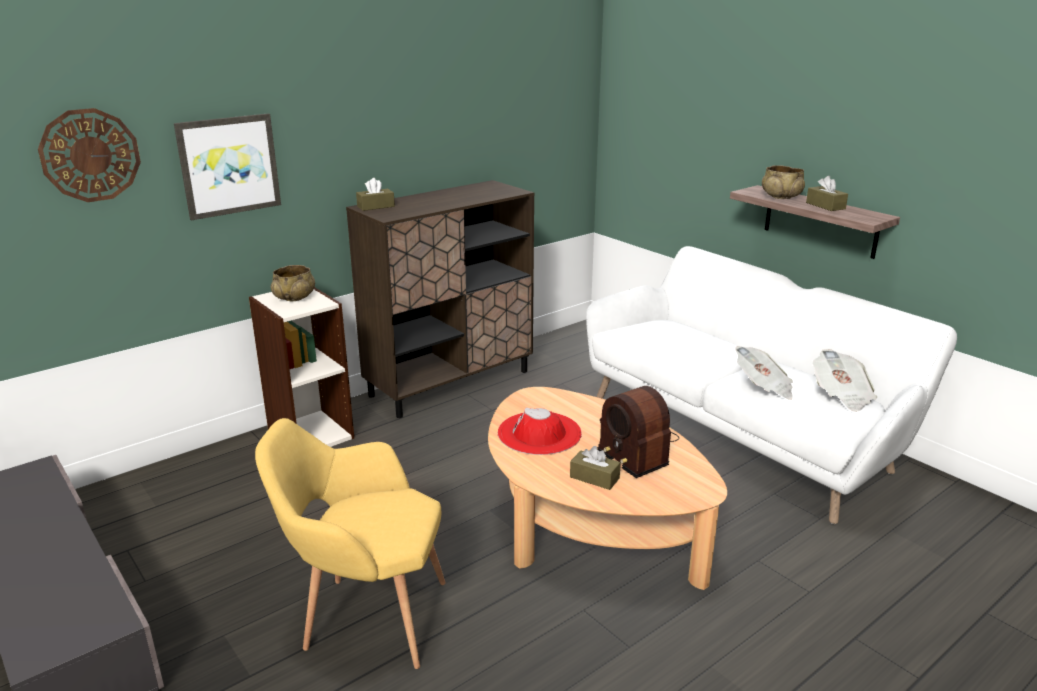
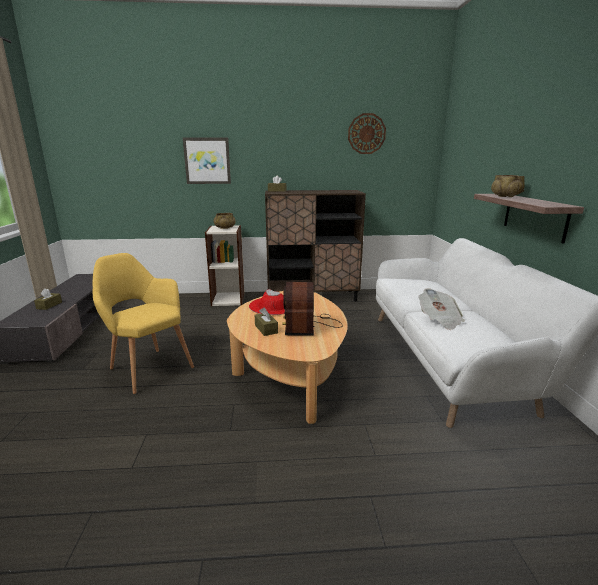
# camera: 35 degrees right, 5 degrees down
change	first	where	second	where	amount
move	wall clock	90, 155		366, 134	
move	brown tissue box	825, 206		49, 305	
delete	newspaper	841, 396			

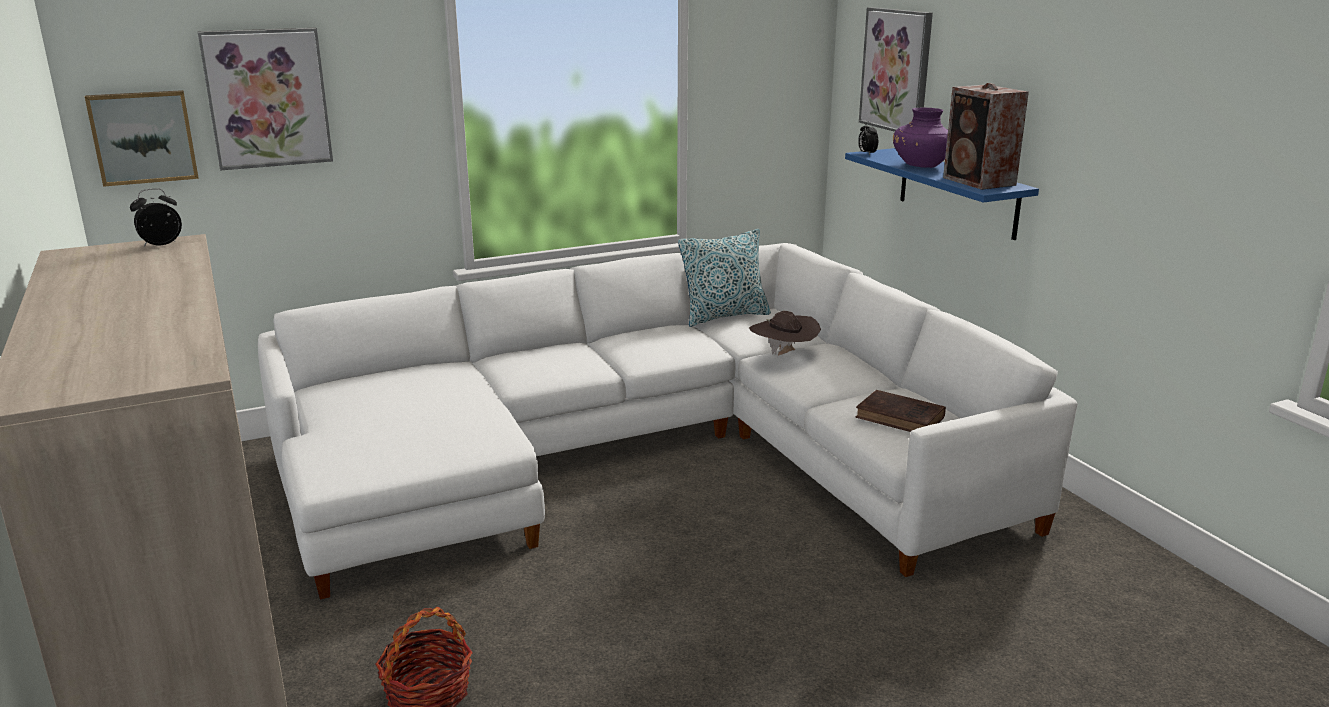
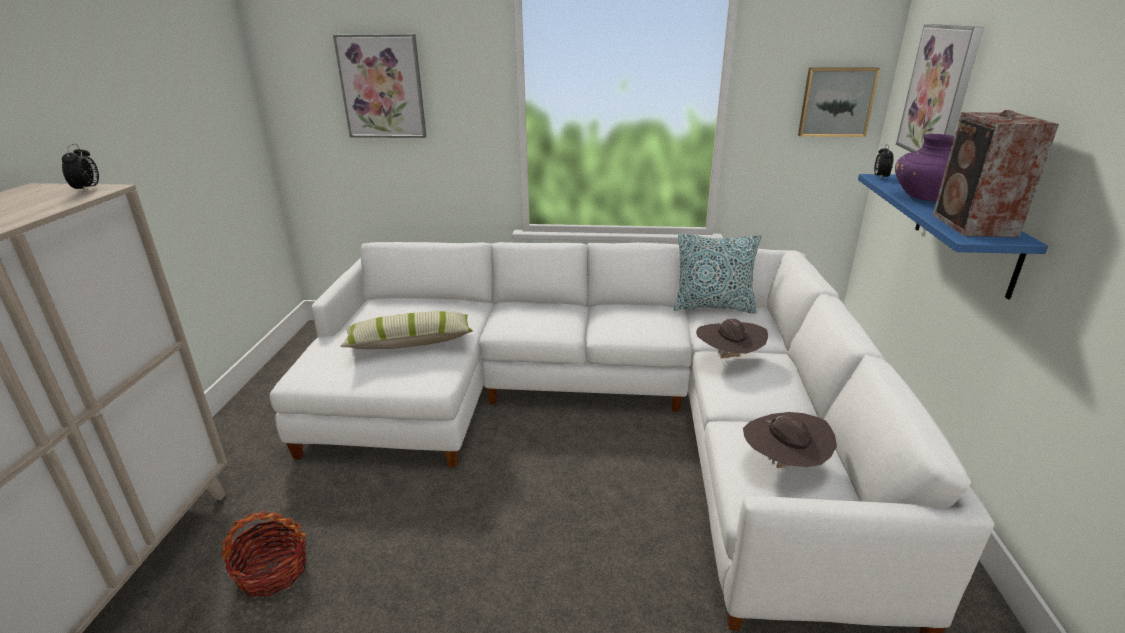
# camera: 30 degrees right, 5 degrees up
change	first	where	second	where	amount
move	picture	143, 137		836, 102	
rotate	alarm clock	161, 244		87, 189	90 degrees clockwise
replace	brown book	902, 418	brown hat	783, 465	
insert			pillow	410, 342	

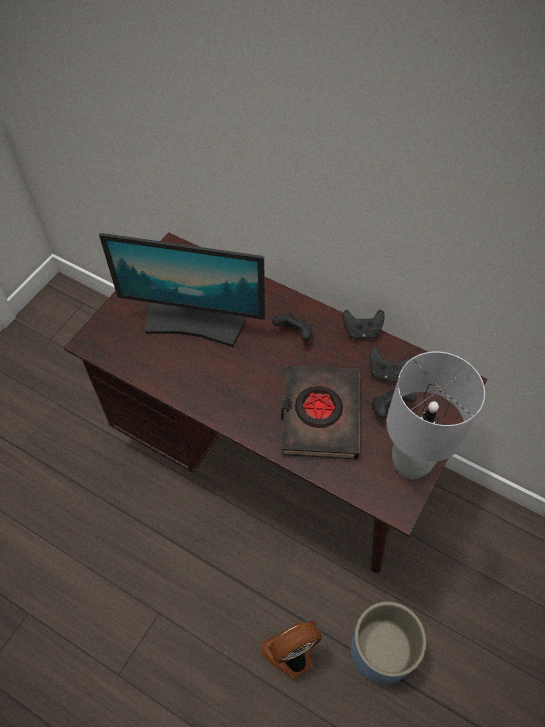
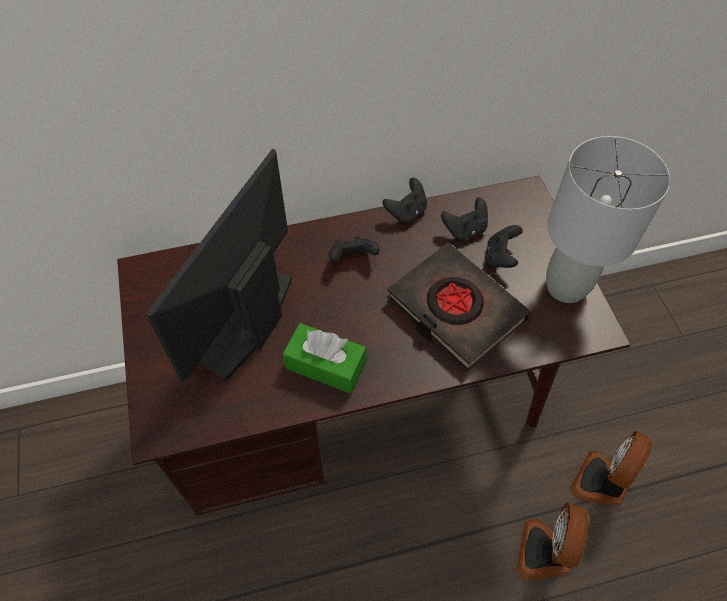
# camera: 45 degrees left, 0 degrees up
change	first	where	second	where	amount
rotate	monitor	194, 322		247, 322	150 degrees clockwise
replace	blue planter	380, 652	fan	601, 483	
insert			green tissue box	326, 365	

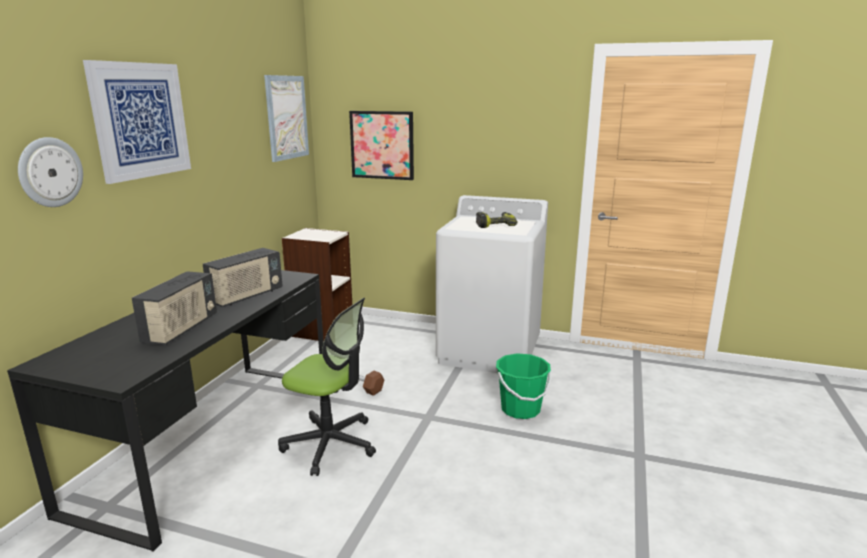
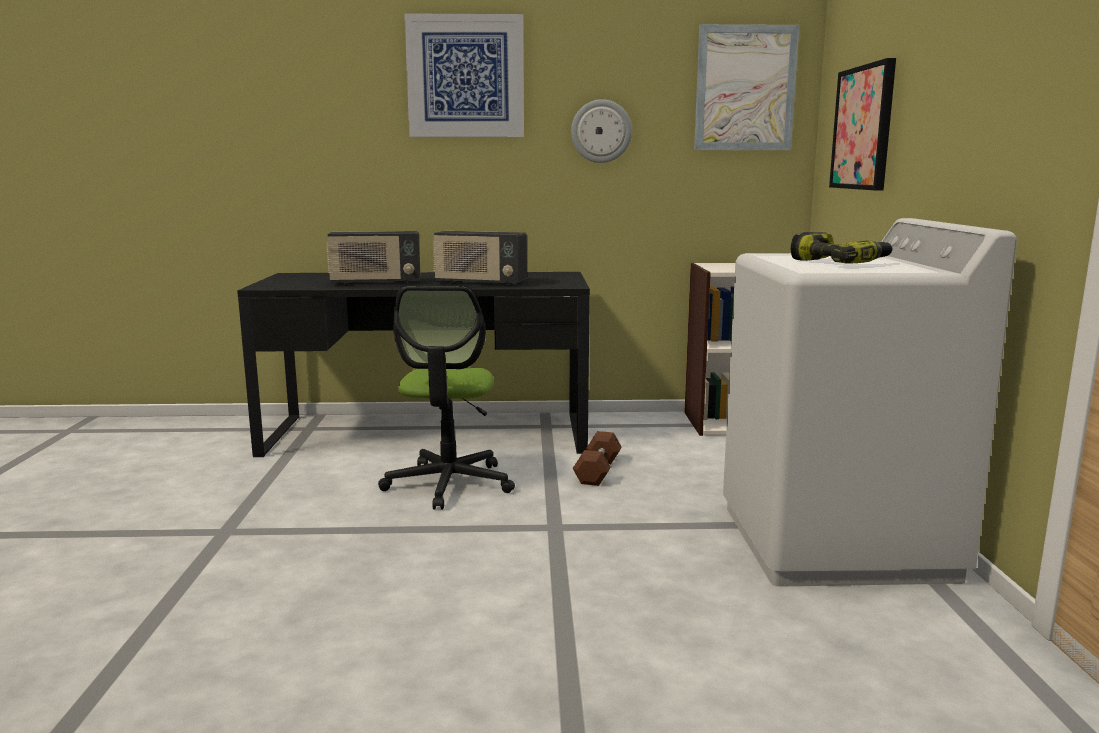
# camera: 70 degrees right, 5 degrees down
change	first	where	second	where	amount
move	wall clock	50, 172		601, 131	
delete	green bucket	520, 409			

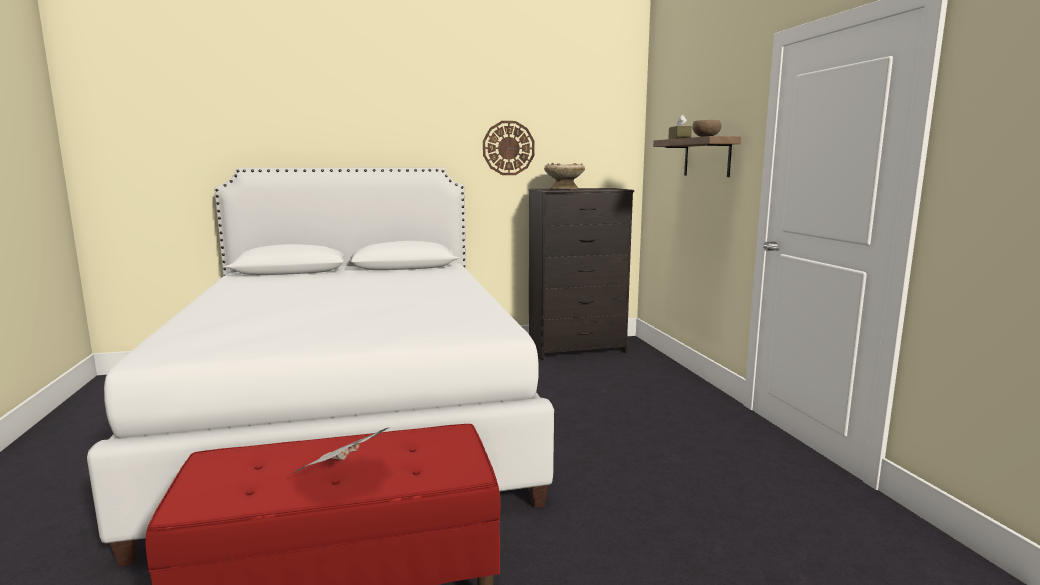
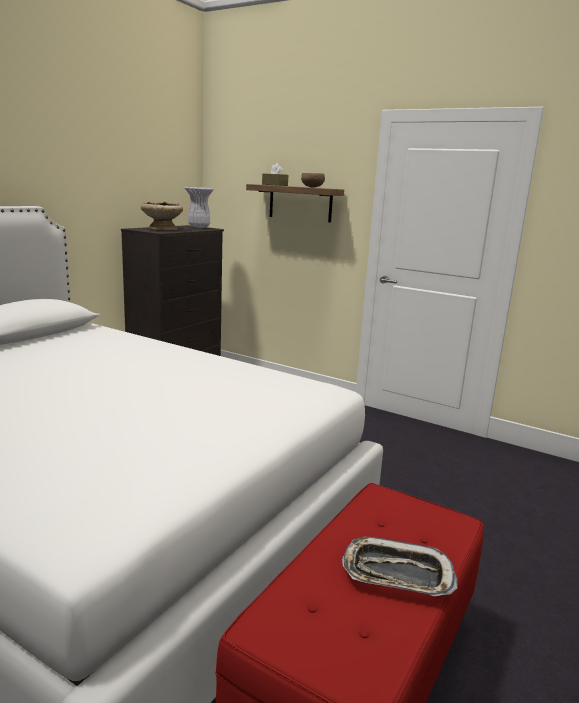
# camera: 45 degrees left, 5 degrees up
change	first	where	second	where	amount
delete	wall clock	508, 148			
replace	newspaper	340, 475	tray	396, 574	
insert			white vase	198, 227	

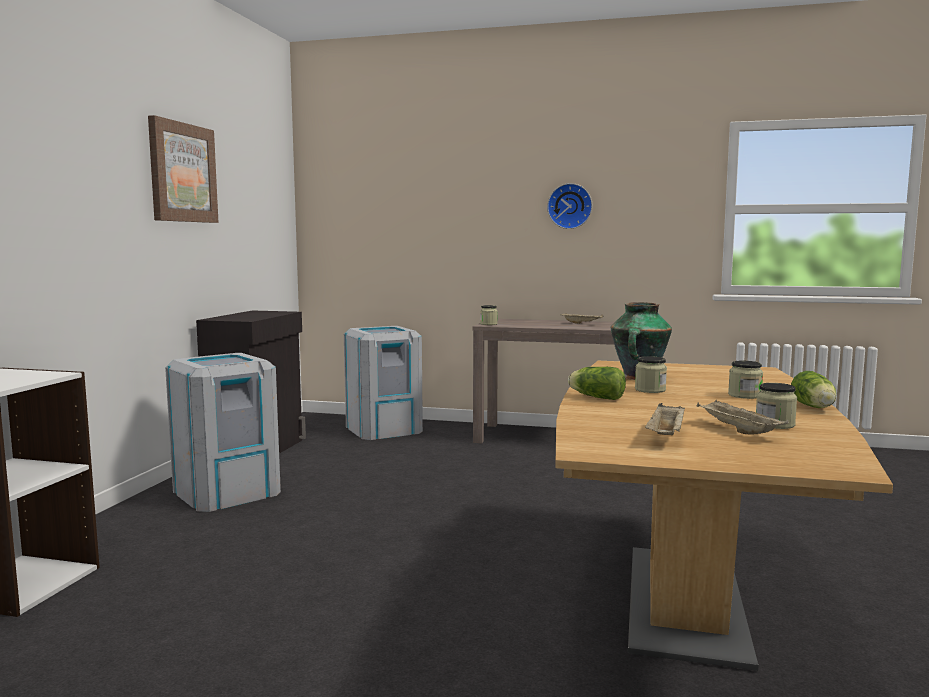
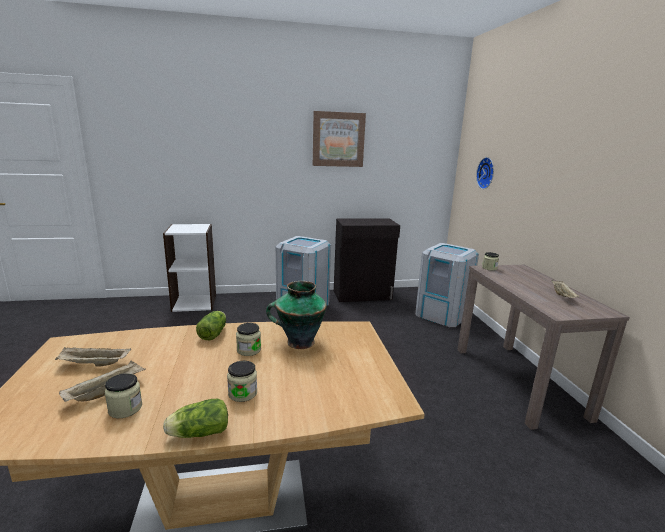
# camera: 65 degrees right, 10 degrees up
change	first	where	second	where	amount
move	wall clock	570, 206		487, 173	

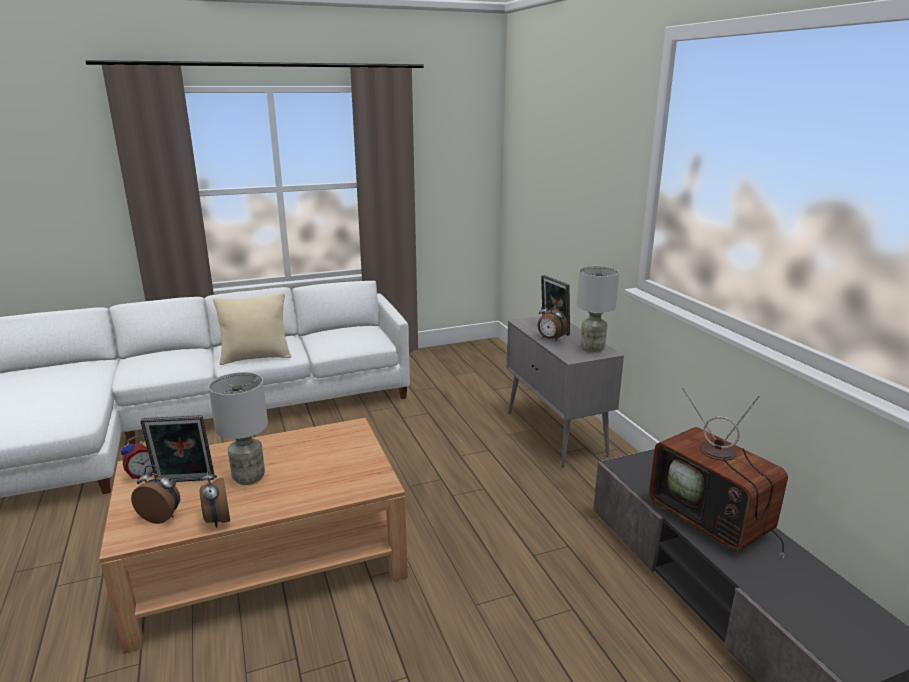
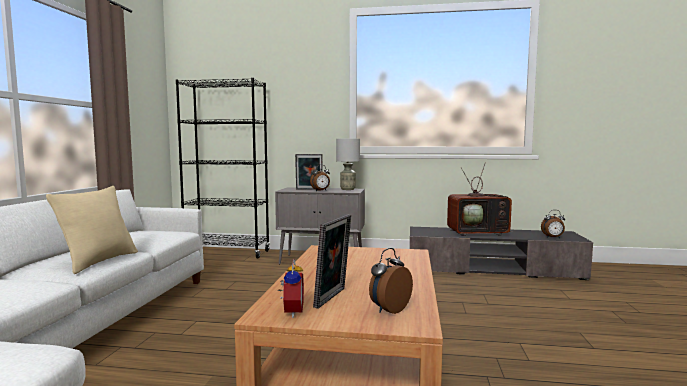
# camera: 60 degrees left, 15 degrees down
change	first	where	second	where	amount
delete	grey table lamp	248, 477			
move	alarm clock	217, 520		553, 237	
insert			black bookcase	227, 253	

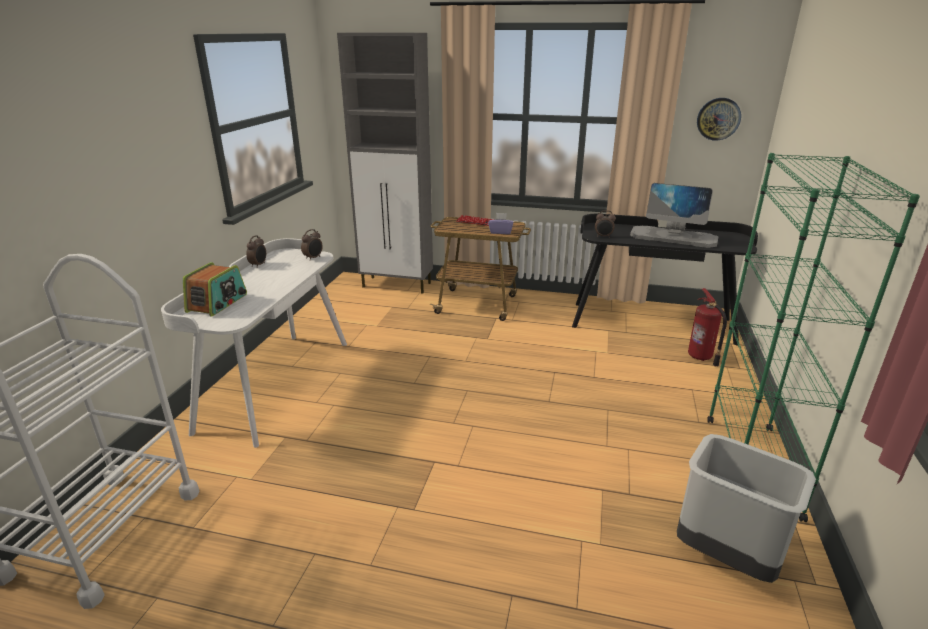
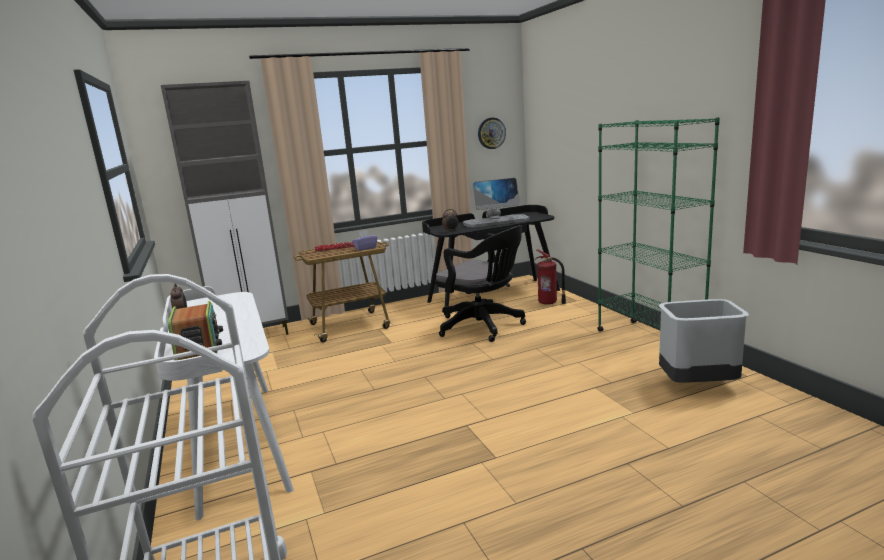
# camera: 35 degrees left, 10 degrees down
change	first	where	second	where	amount
delete	alarm clock	313, 258			
insert			black office chair	484, 326	

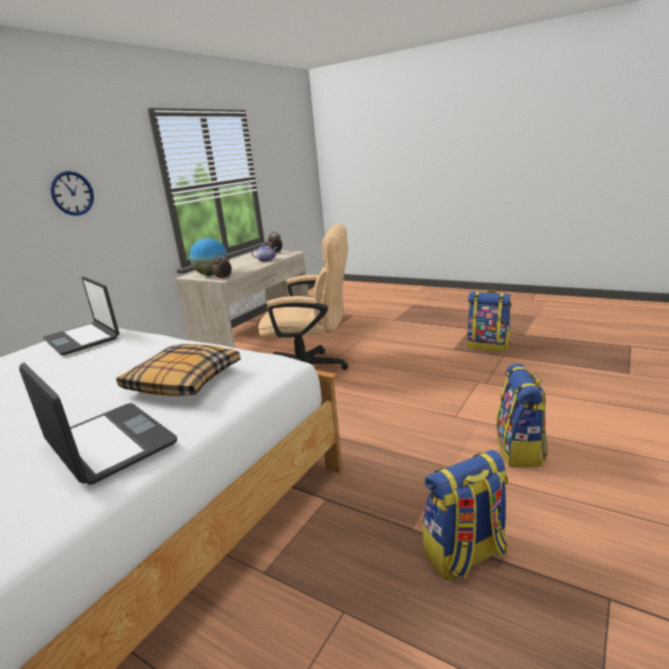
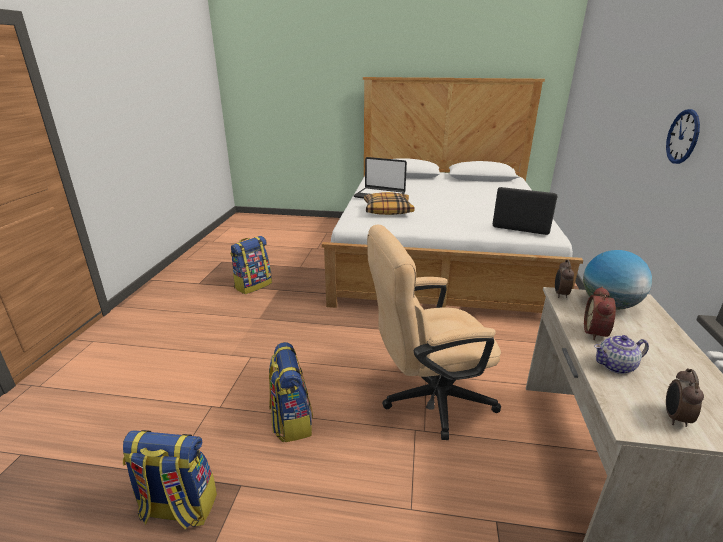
# camera: 155 degrees right, 5 degrees up
change	first	where	second	where	amount
move	backpack	520, 450		291, 420	
insert			alarm clock	597, 332	

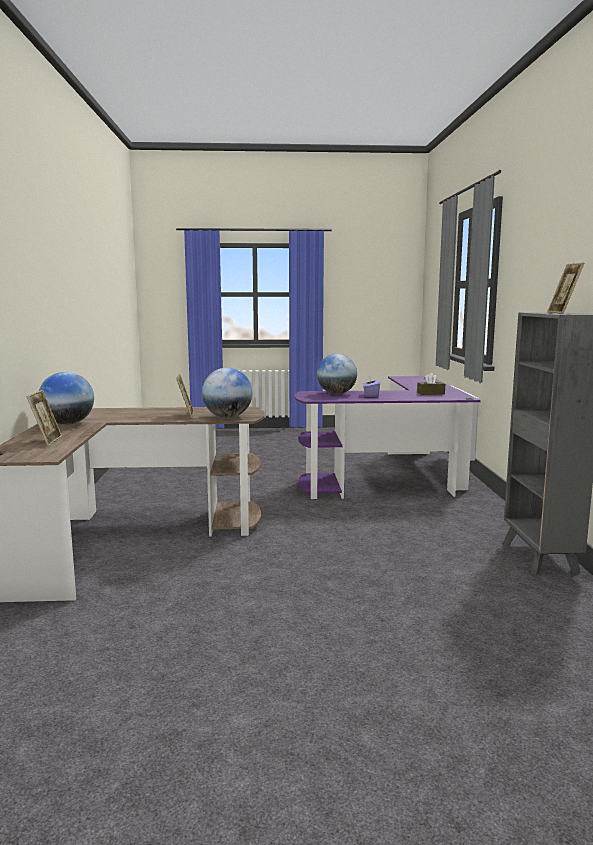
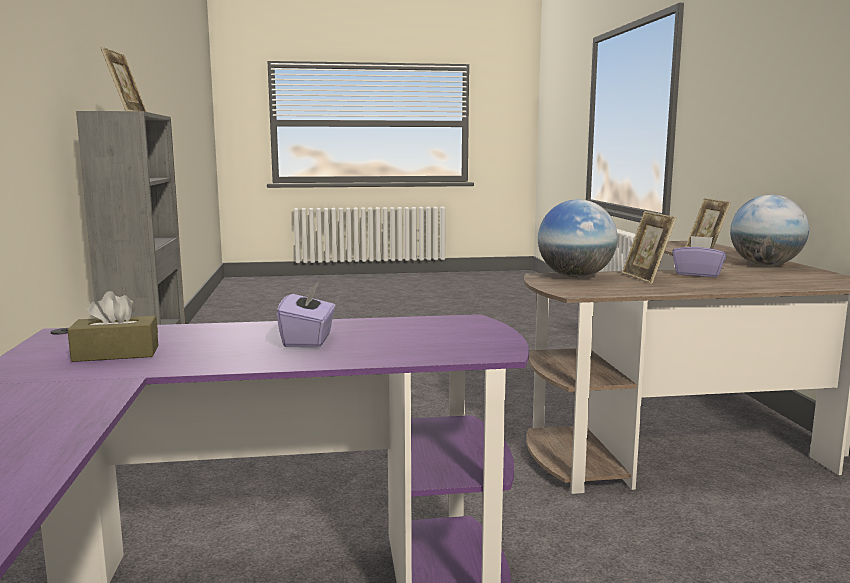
# camera: 175 degrees right, 0 degrees up
change	first	where	second	where	amount
delete	globe	336, 393			
insert			purple tissue box	698, 274	

